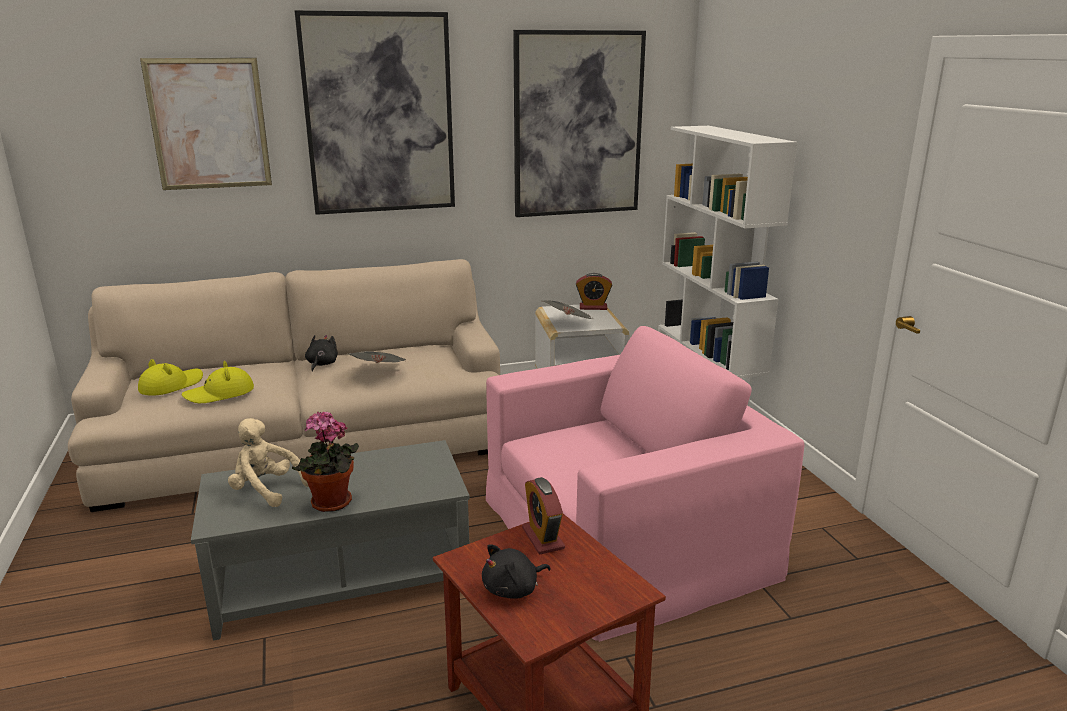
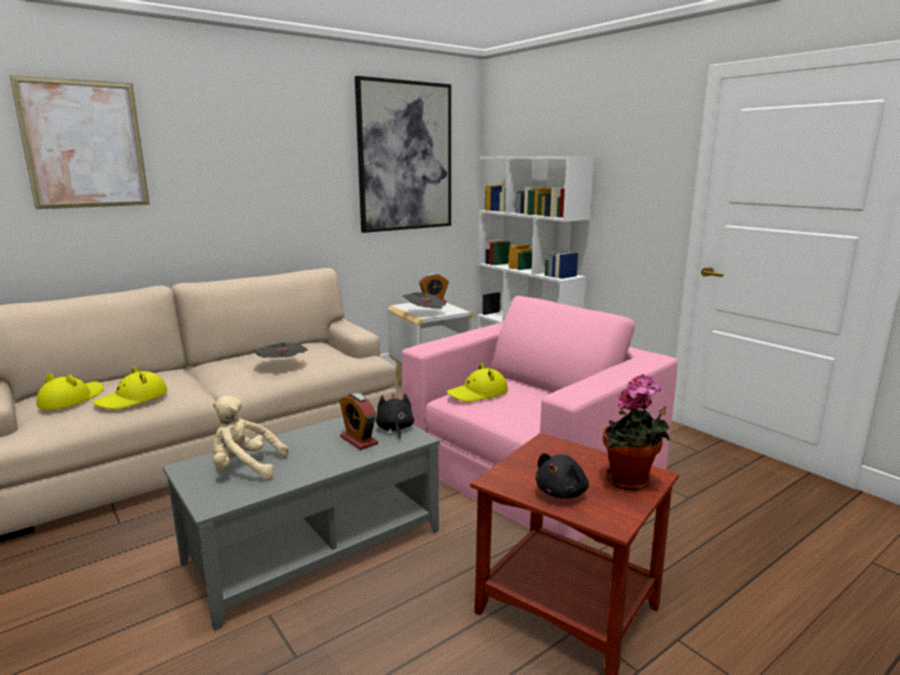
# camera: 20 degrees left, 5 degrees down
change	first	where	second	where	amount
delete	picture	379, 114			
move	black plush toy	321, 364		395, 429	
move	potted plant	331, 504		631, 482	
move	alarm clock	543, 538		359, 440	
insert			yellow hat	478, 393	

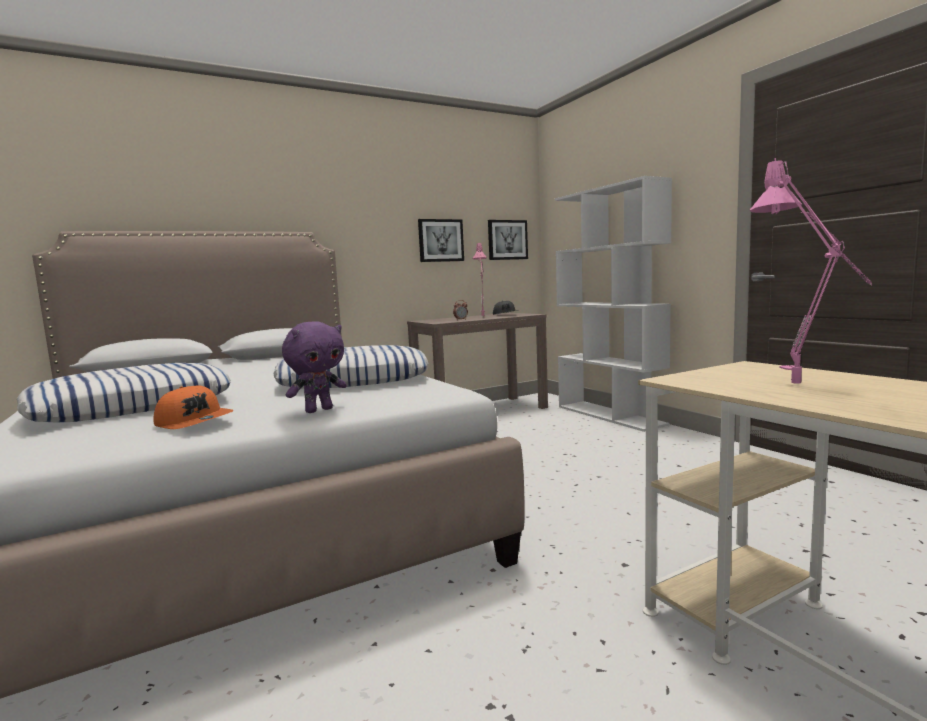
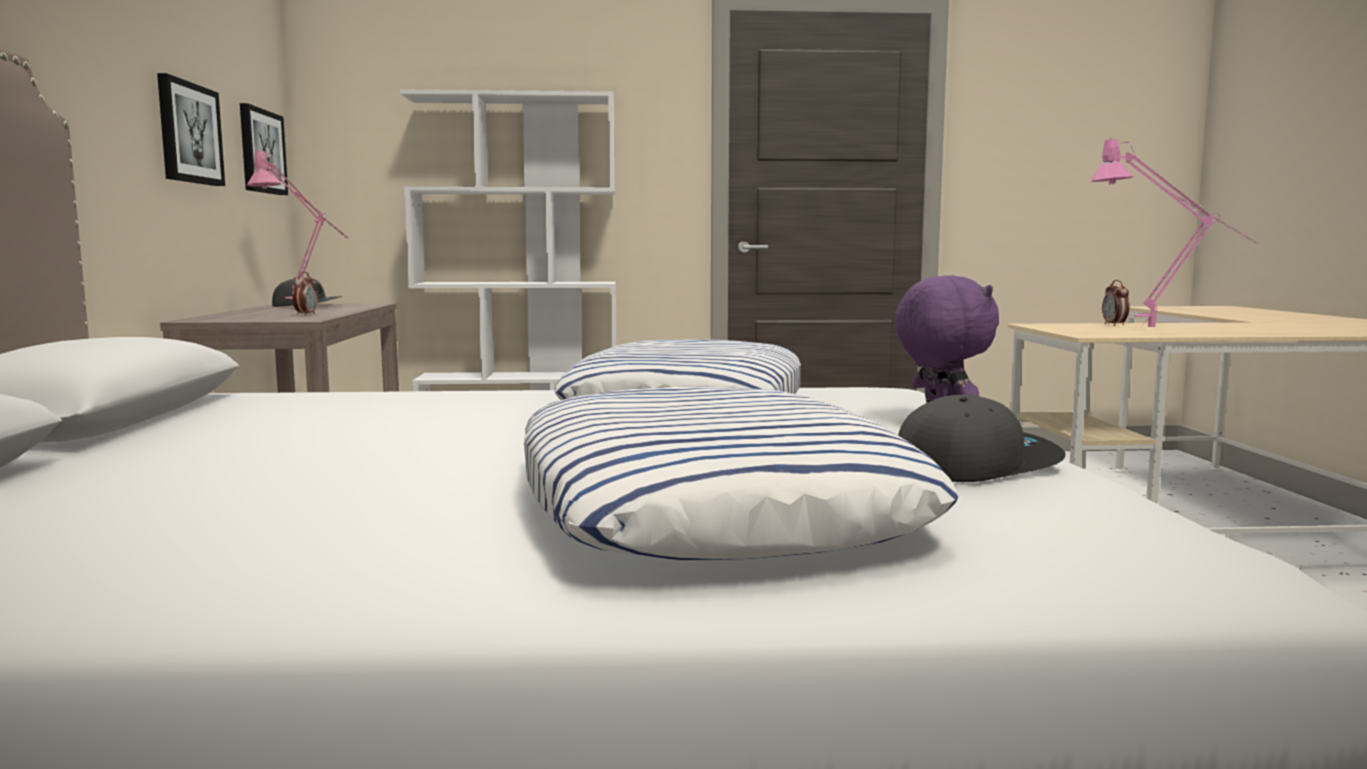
# camera: 65 degrees left, 0 degrees up
change	first	where	second	where	amount
recolor	orange cap	195, 422	grey cap	975, 464	
insert			alarm clock	1114, 325	

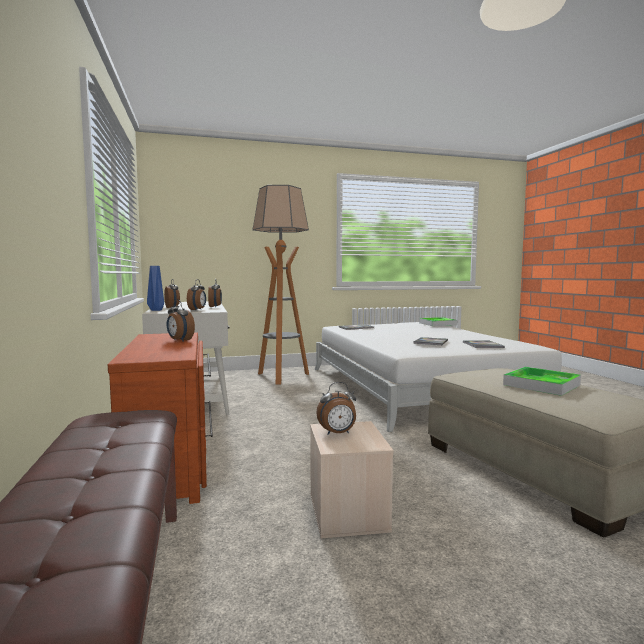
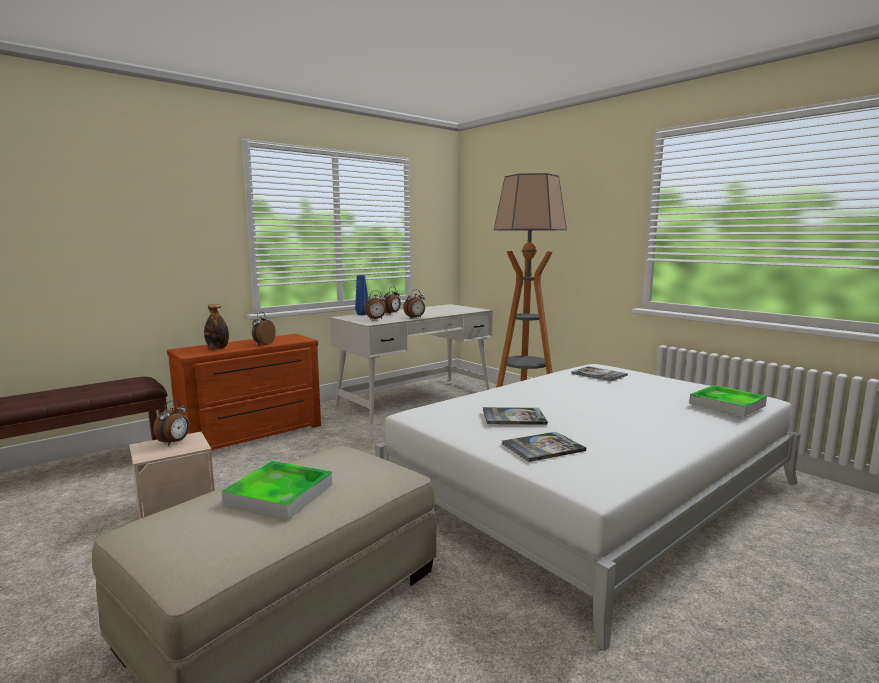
# camera: 65 degrees right, 5 degrees up
change	first	where	second	where	amount
rotate	alarm clock	337, 433		175, 442	120 degrees counterclockwise
insert			bottle	217, 348	

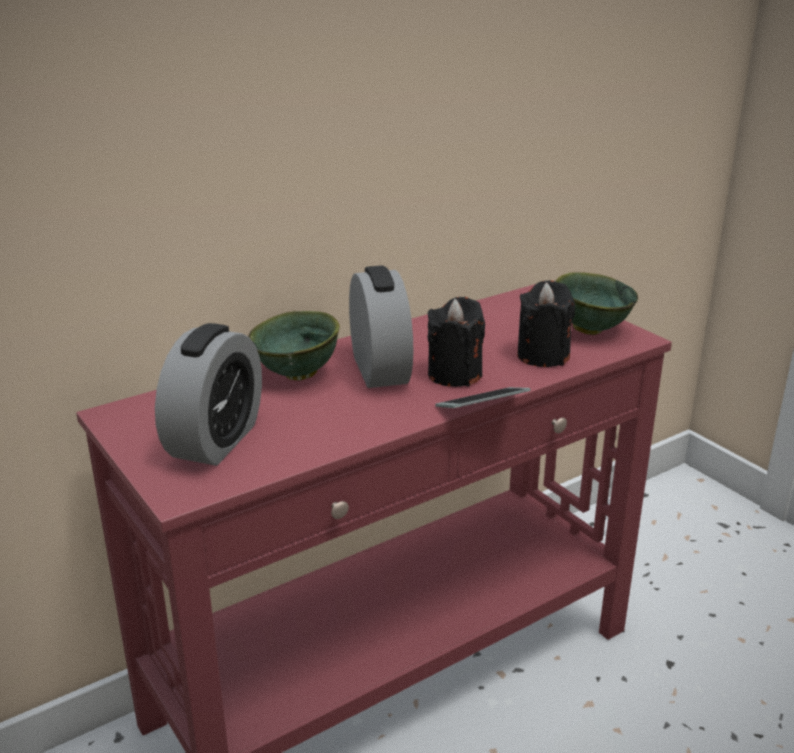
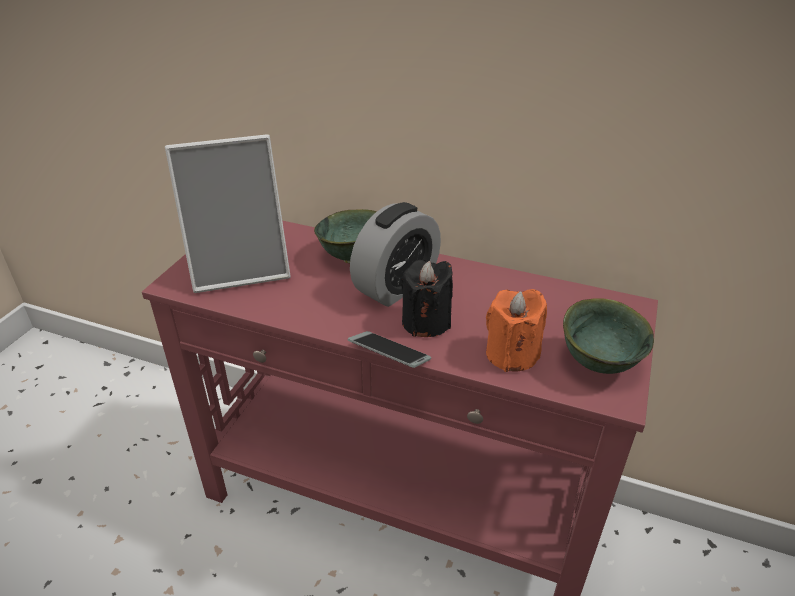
# camera: 55 degrees right, 10 degrees up
change	first	where	second	where	amount
recolor	black candle	543, 356	orange candle	511, 354	
replace	alarm clock	215, 441	picture frame	241, 267	

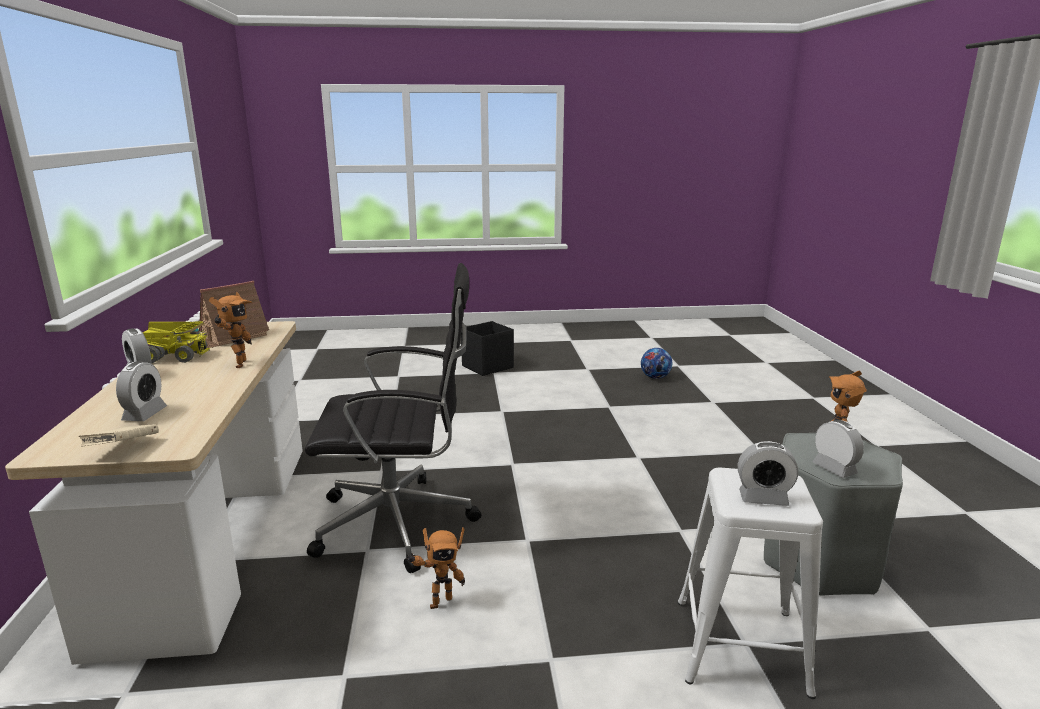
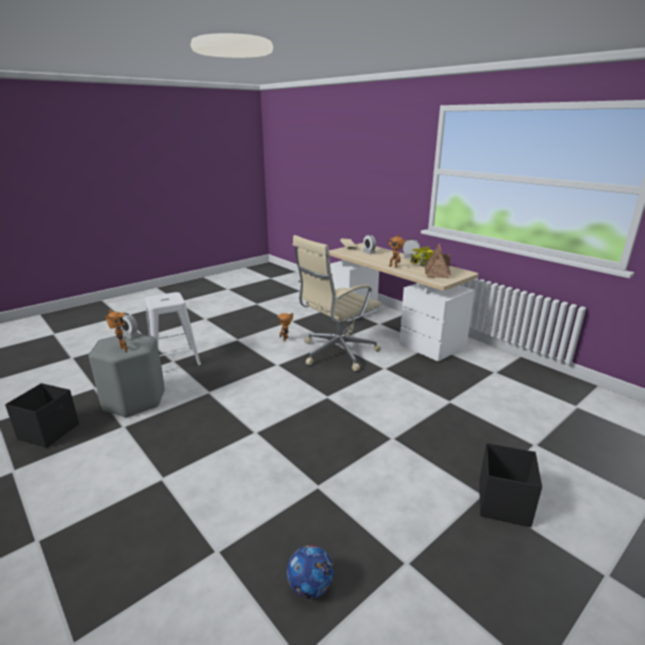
# camera: 145 degrees right, 5 degrees up
change	first	where	second	where	amount
recolor	black office chair	400, 523	beige office chair	336, 353	
delete	alarm clock	763, 498			
insert			black storage box	50, 431	

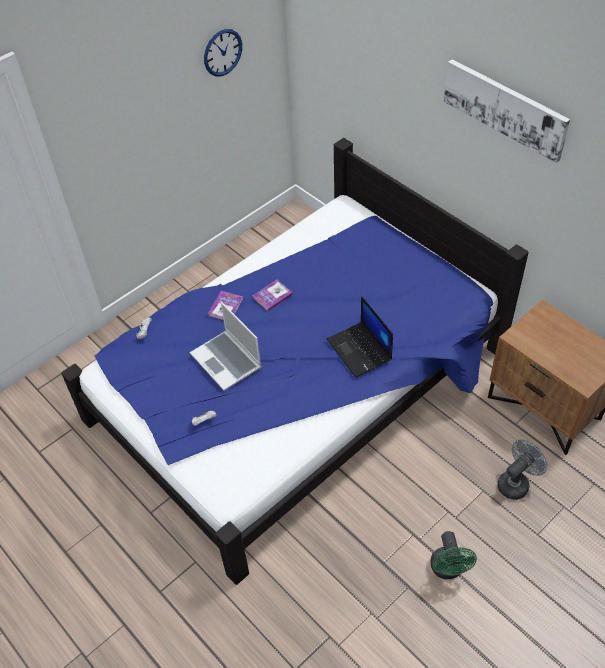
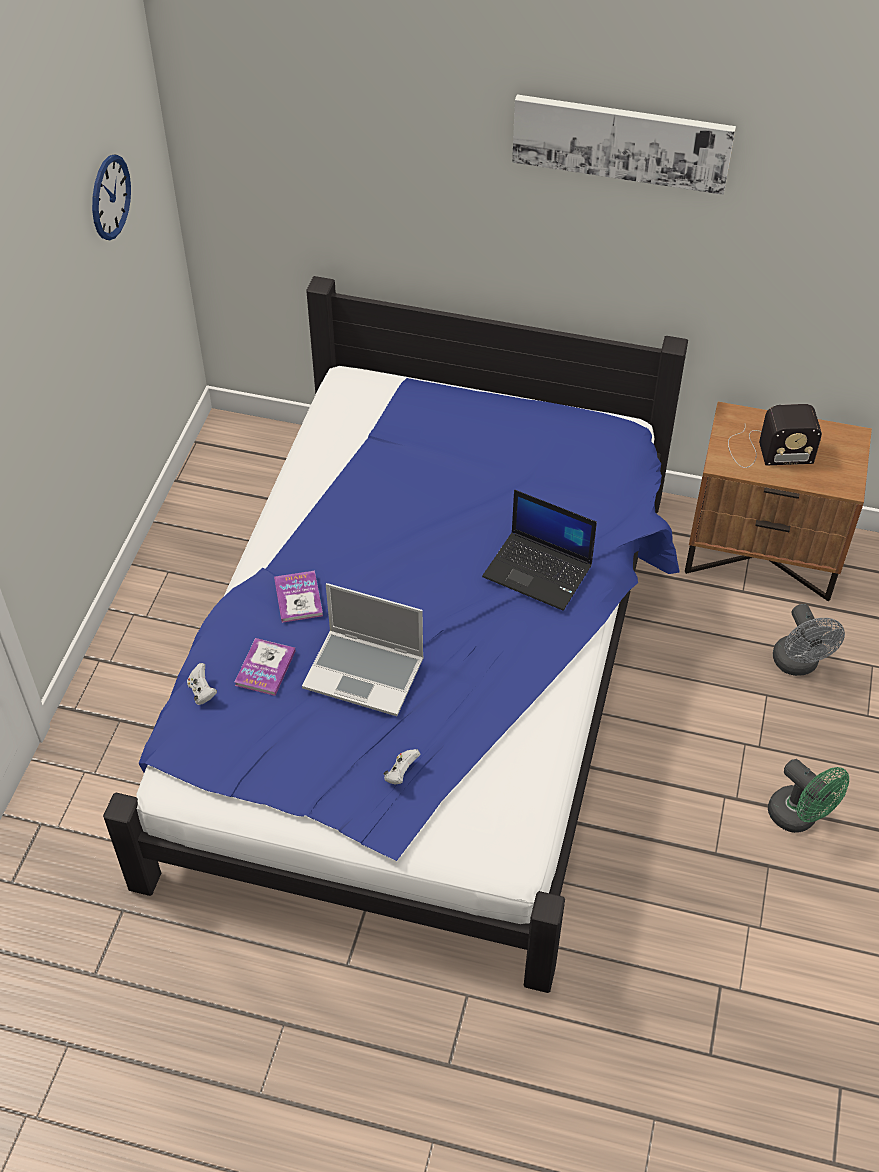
# camera: 35 degrees left, 0 degrees up
change	first	where	second	where	amount
move	book	272, 296		265, 668	
rotate	grey fan	516, 483		798, 665	150 degrees clockwise
insert			radio	767, 450	

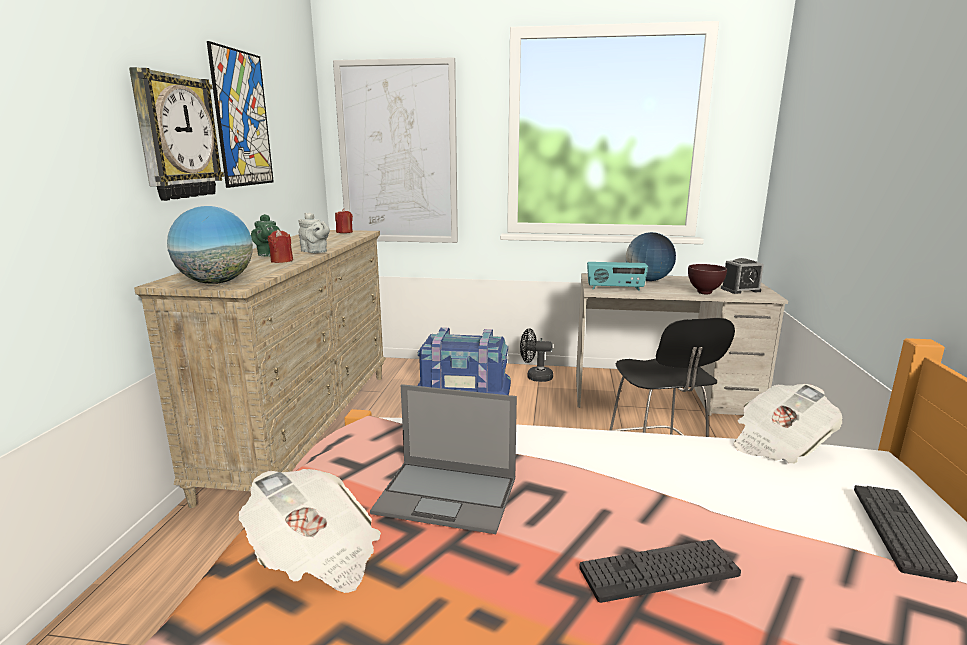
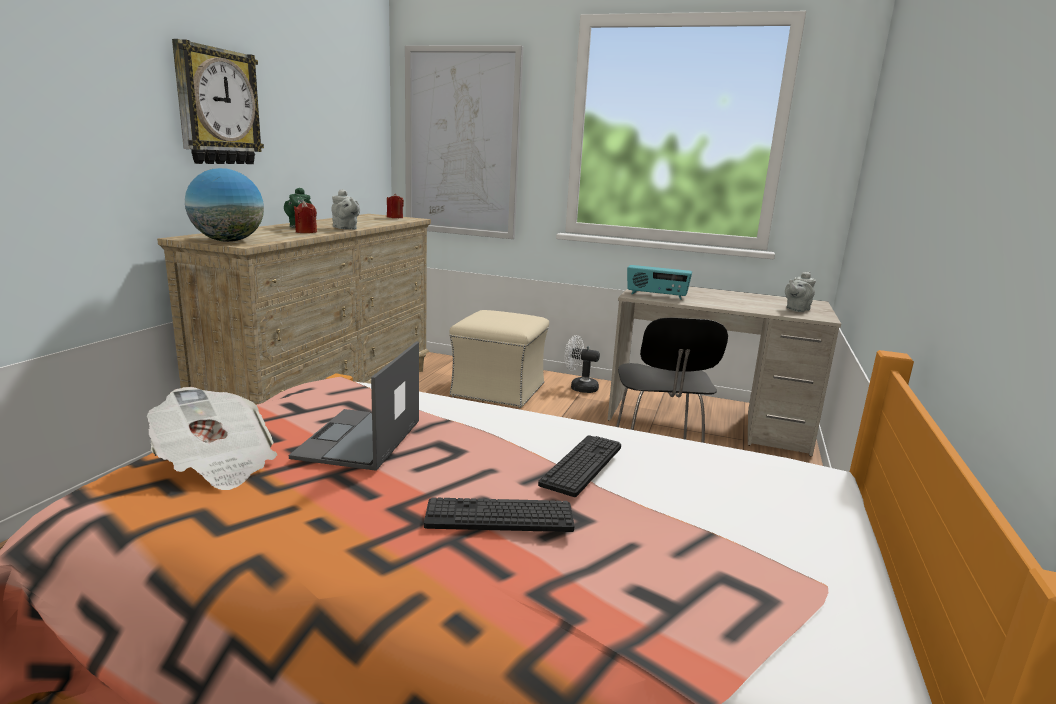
# camera: 10 degrees right, 0 degrees up
change	first	where	second	where	amount
delete	picture	242, 119			
delete	globe	648, 280			
replace	alarm clock	740, 290	grey teapot	796, 309	
delete	brown bowl	703, 293			
replace	blue storage box	464, 389	beige ottoman	499, 390	
recolor	black fan	535, 377	white fan	579, 388	
rotate	laptop	448, 495		359, 439	75 degrees clockwise
delete	newspaper	778, 444			
move	keyboard	899, 530		582, 465	

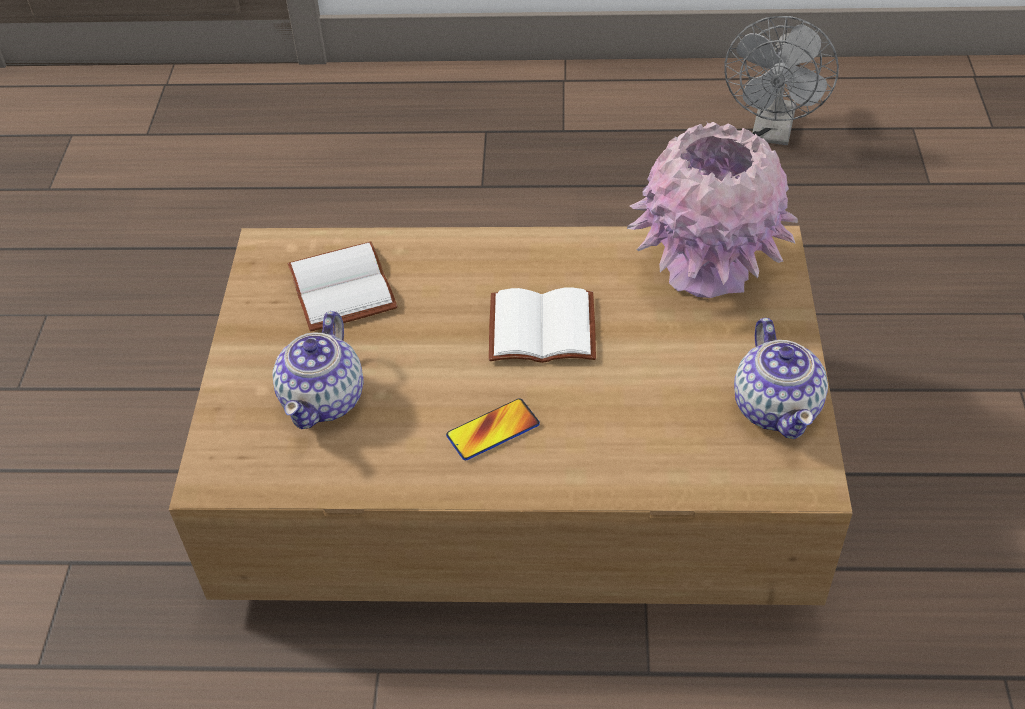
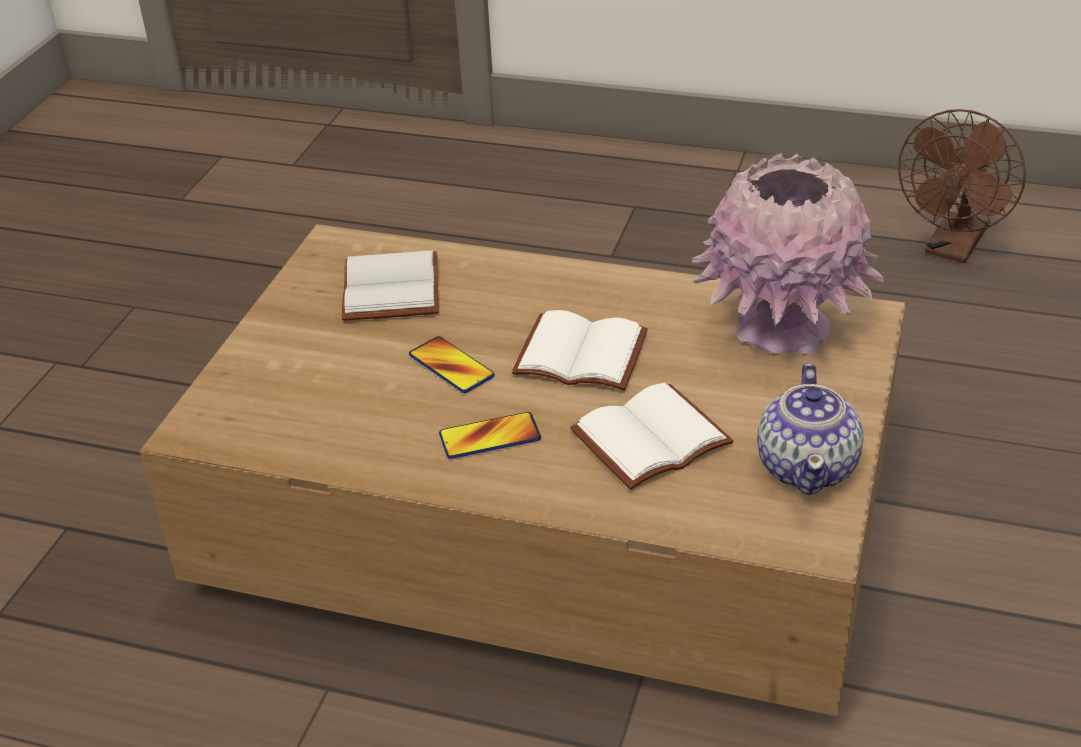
# camera: 15 degrees right, 10 degrees down
change	first	where	second	where	amount
recolor	grey fan	772, 132	brown fan	953, 248	
delete	teapot	324, 399			
insert			phone	451, 366	
insert			white book	651, 442	

